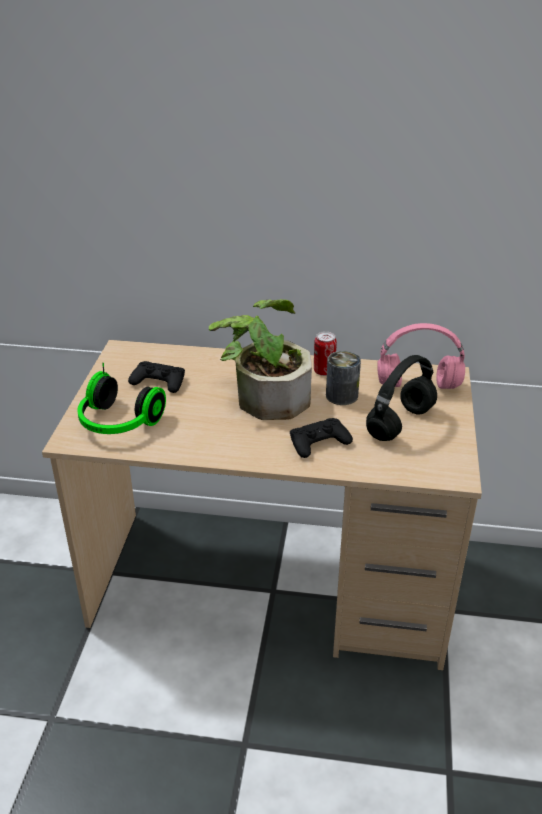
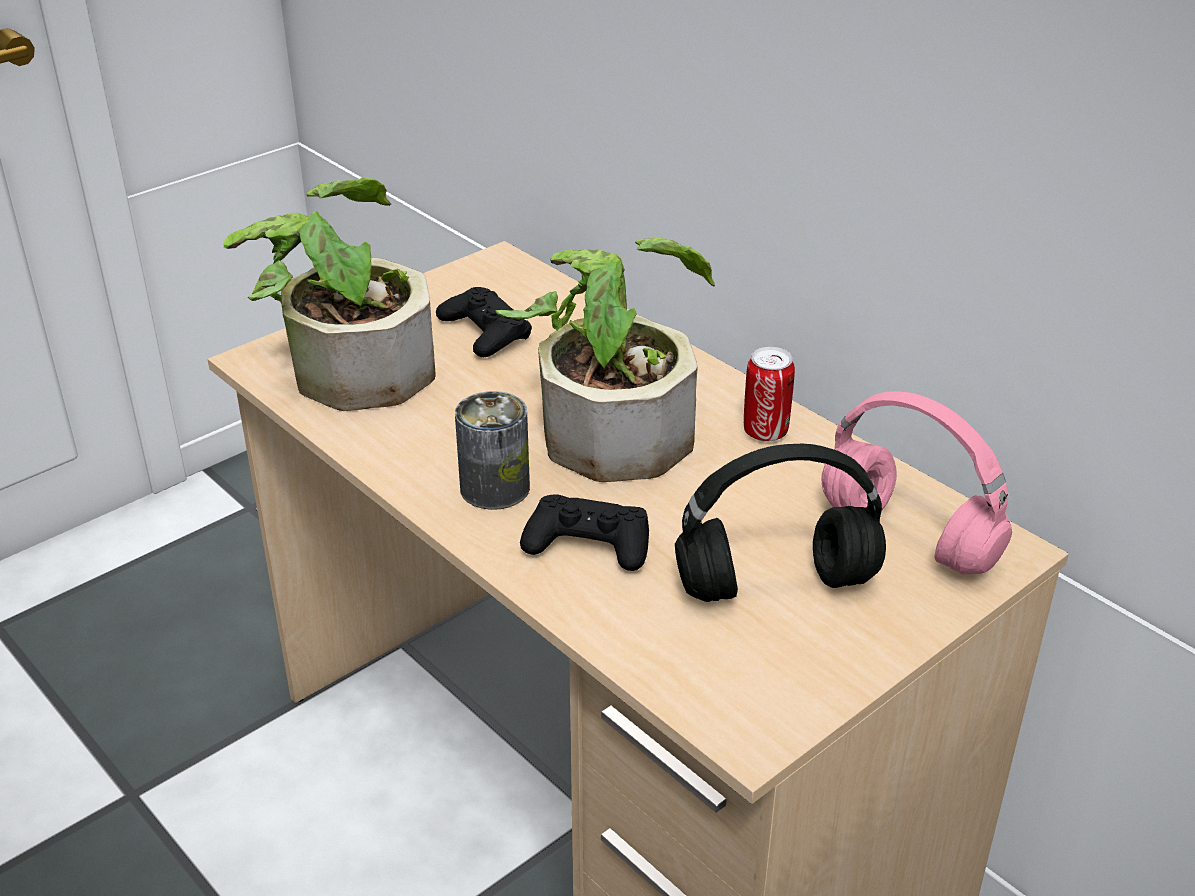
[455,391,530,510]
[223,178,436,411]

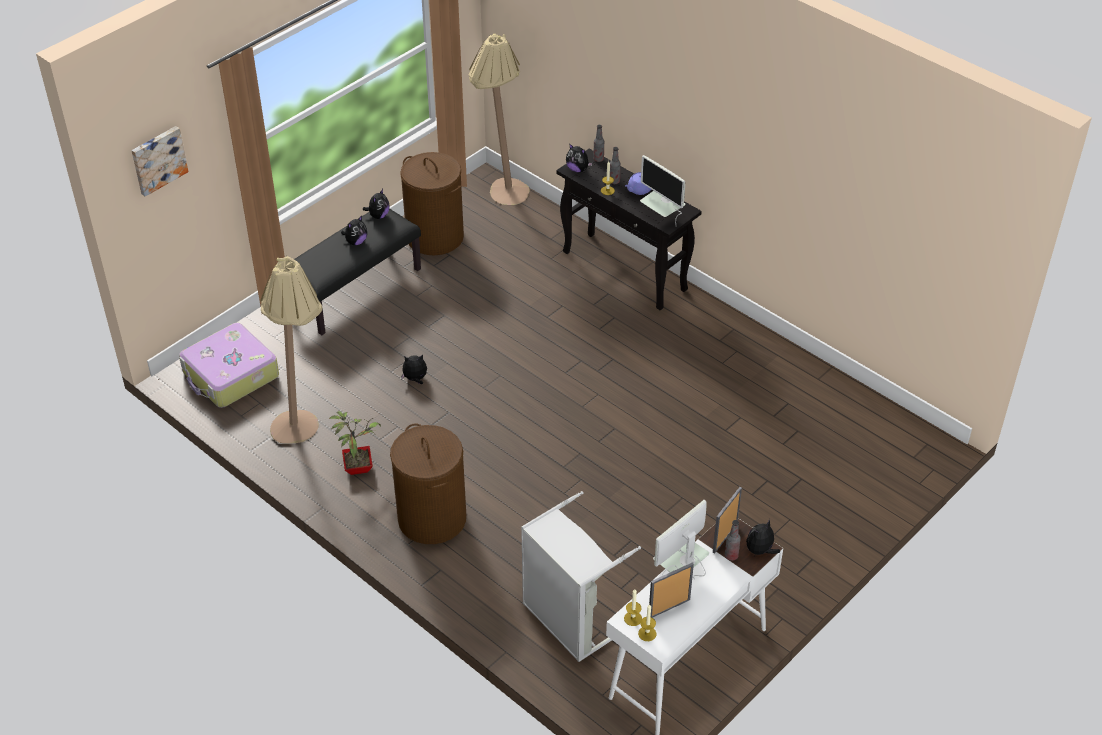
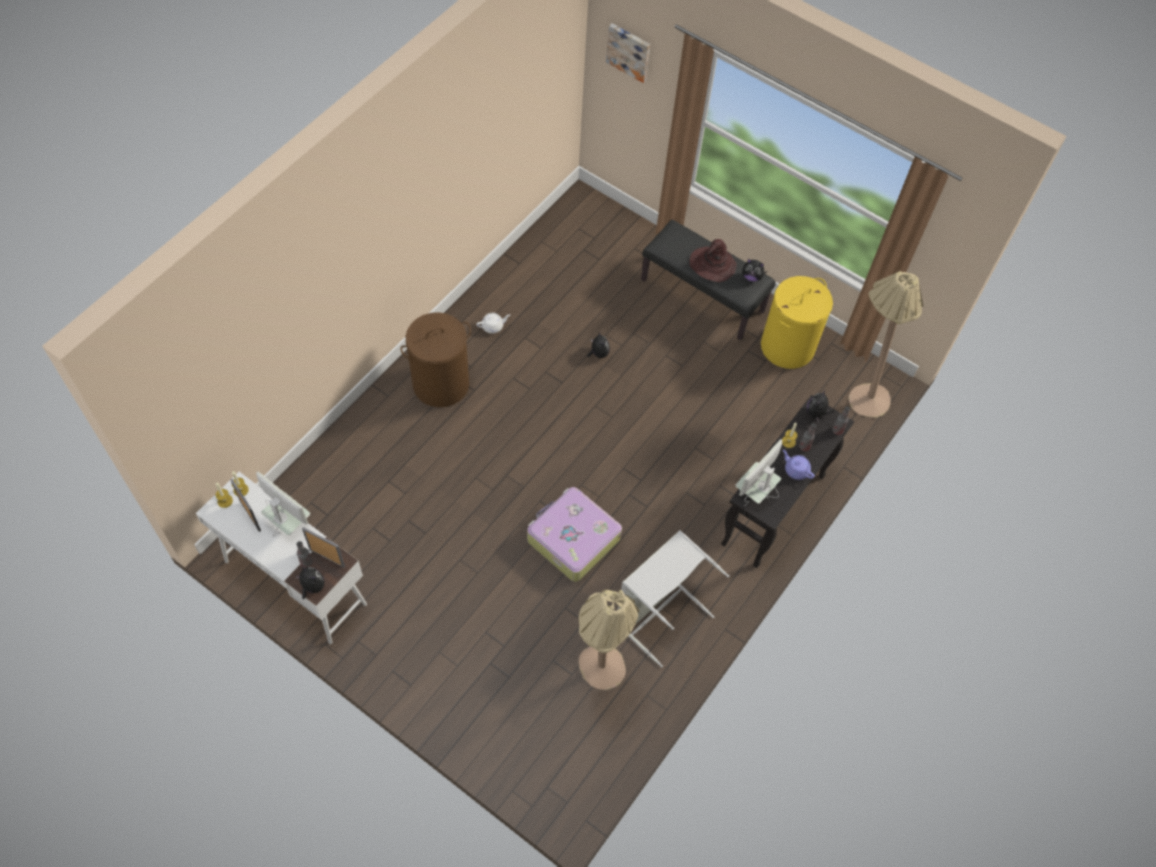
[527,487,622,582]
[579,589,640,690]
[617,530,729,667]
[476,313,510,334]
[690,239,737,282]
[761,276,833,369]

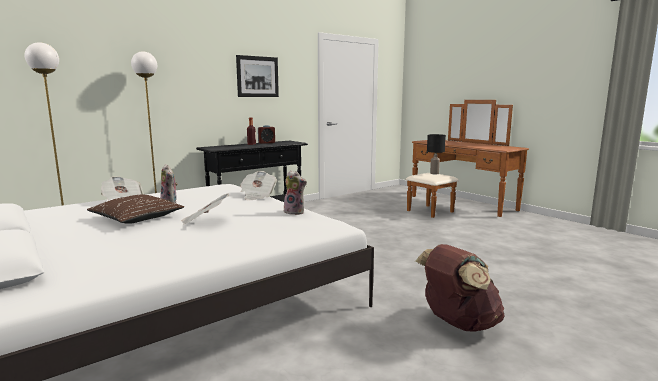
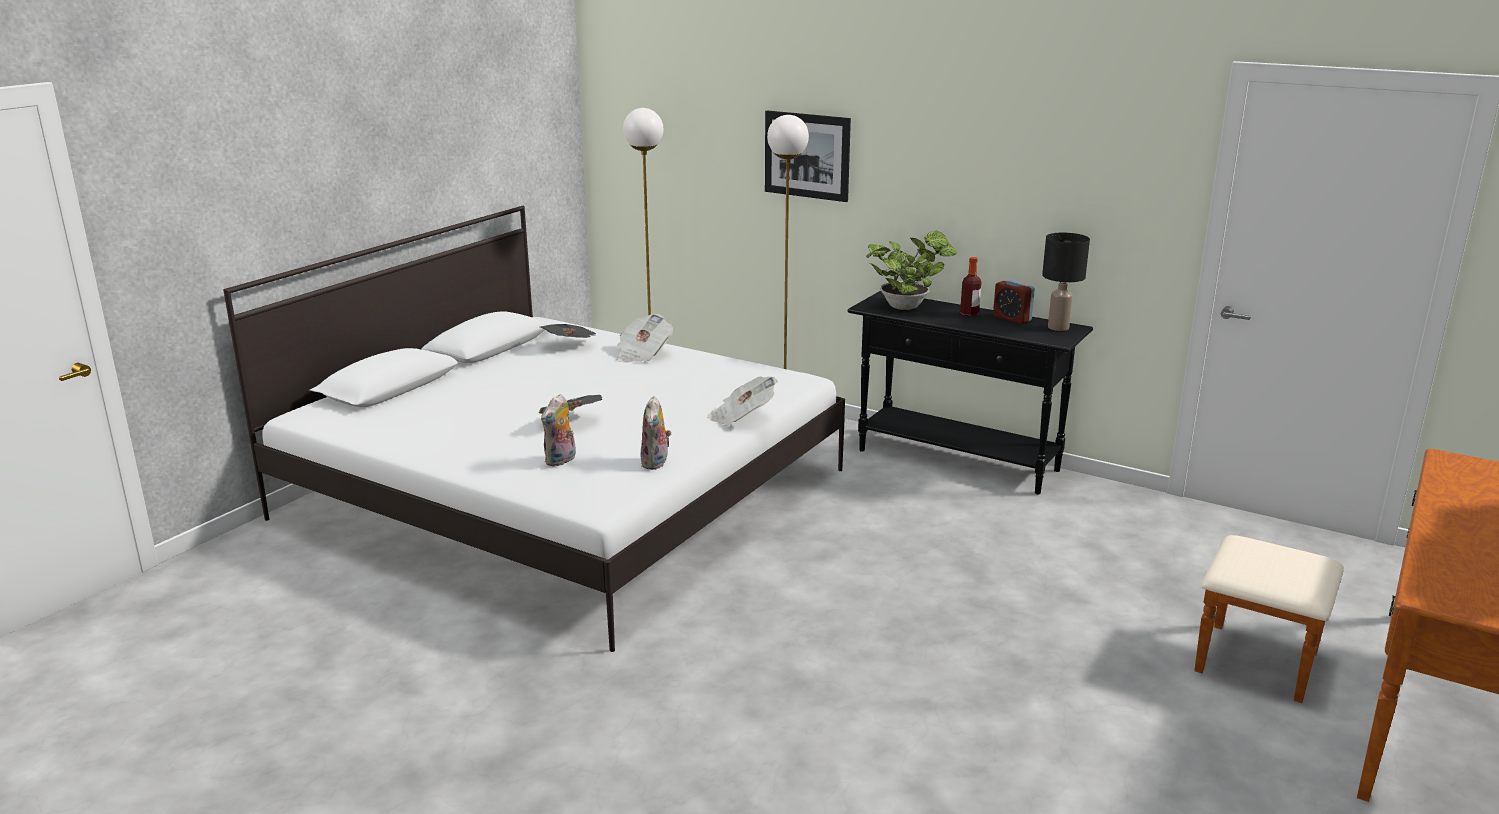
[87,195,184,224] (first image)
[415,244,505,332] (first image)
[540,324,596,338]
[866,231,957,310]
[541,394,576,466]
[765,110,851,202]
[1042,233,1090,331]

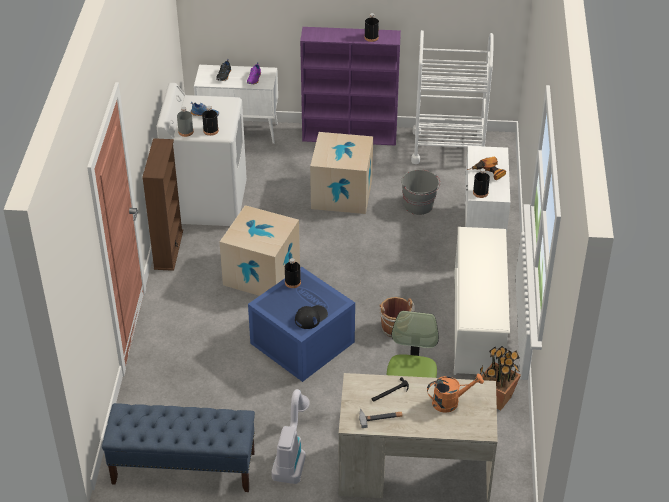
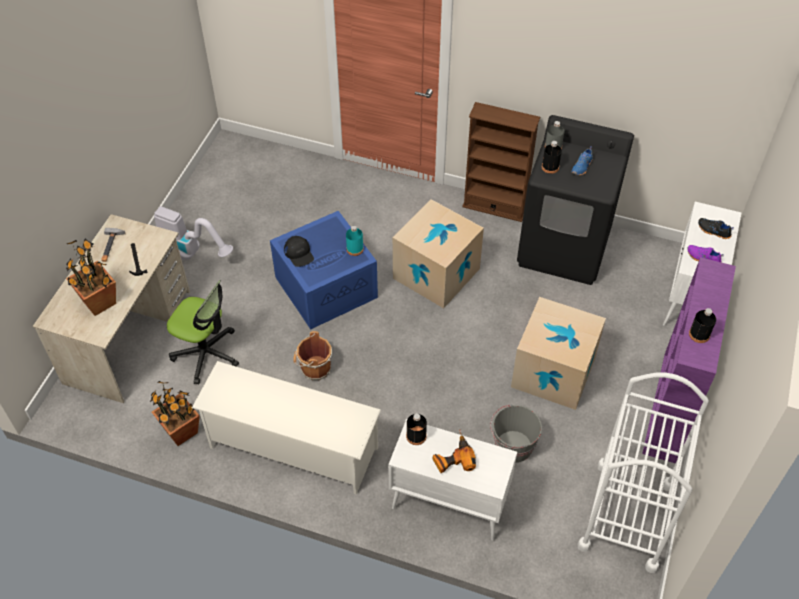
[102,403,255,492] (first image)
[66,239,116,316]
[517,115,634,285]
[346,225,364,256]

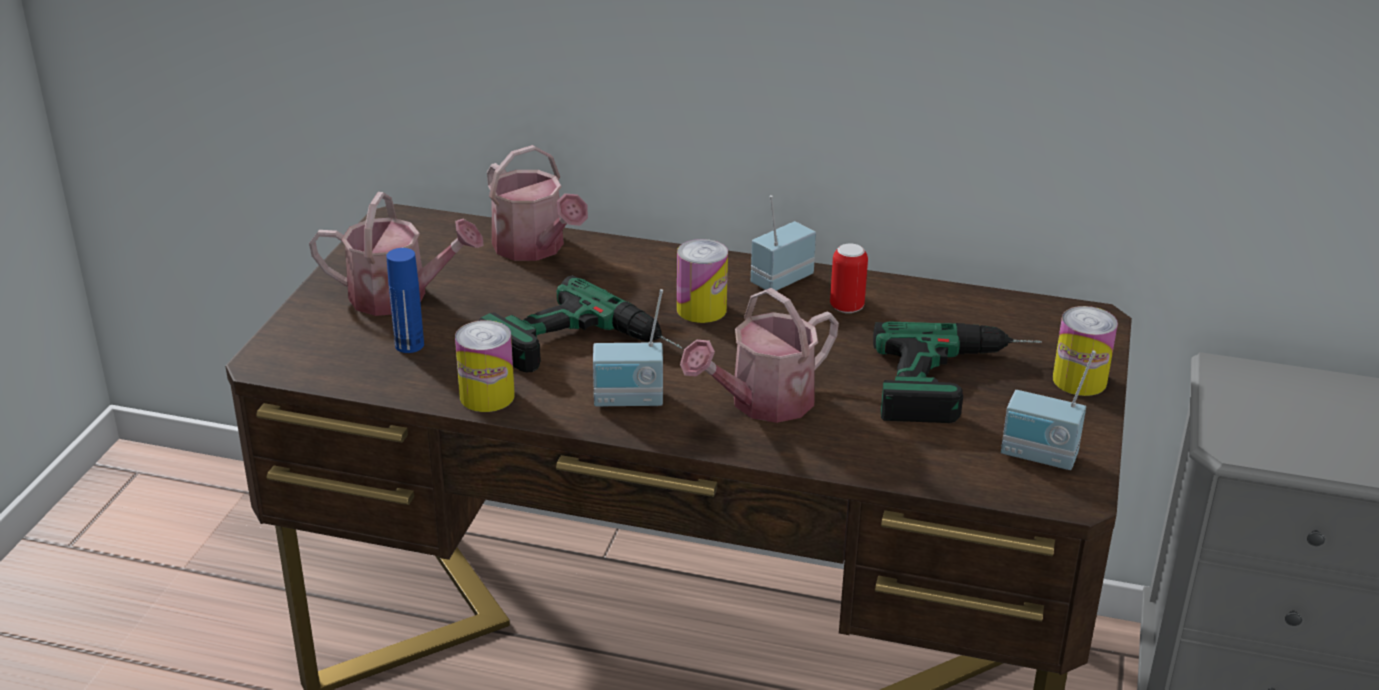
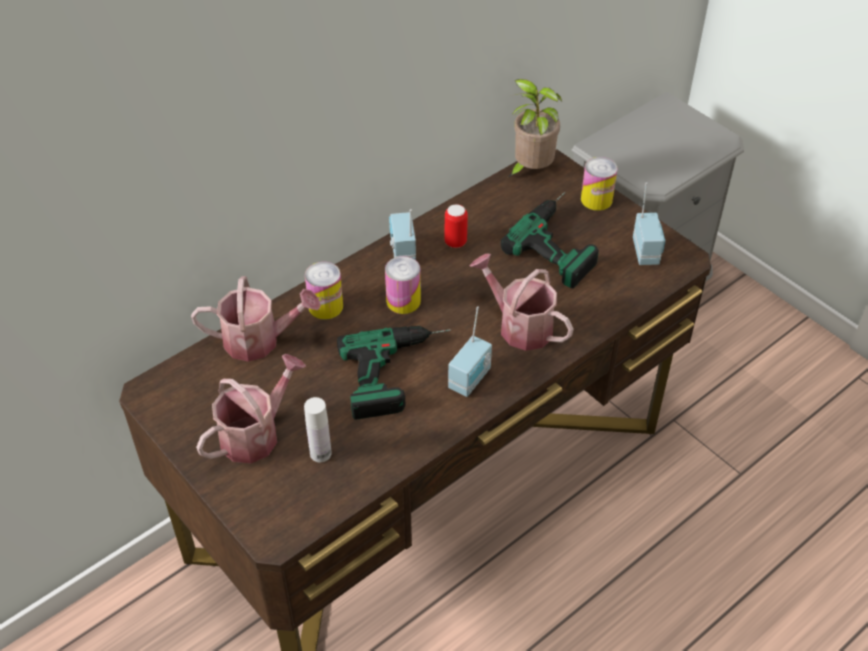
[507,79,562,178]
[305,262,343,320]
[304,397,332,462]
[469,253,574,351]
[633,182,666,265]

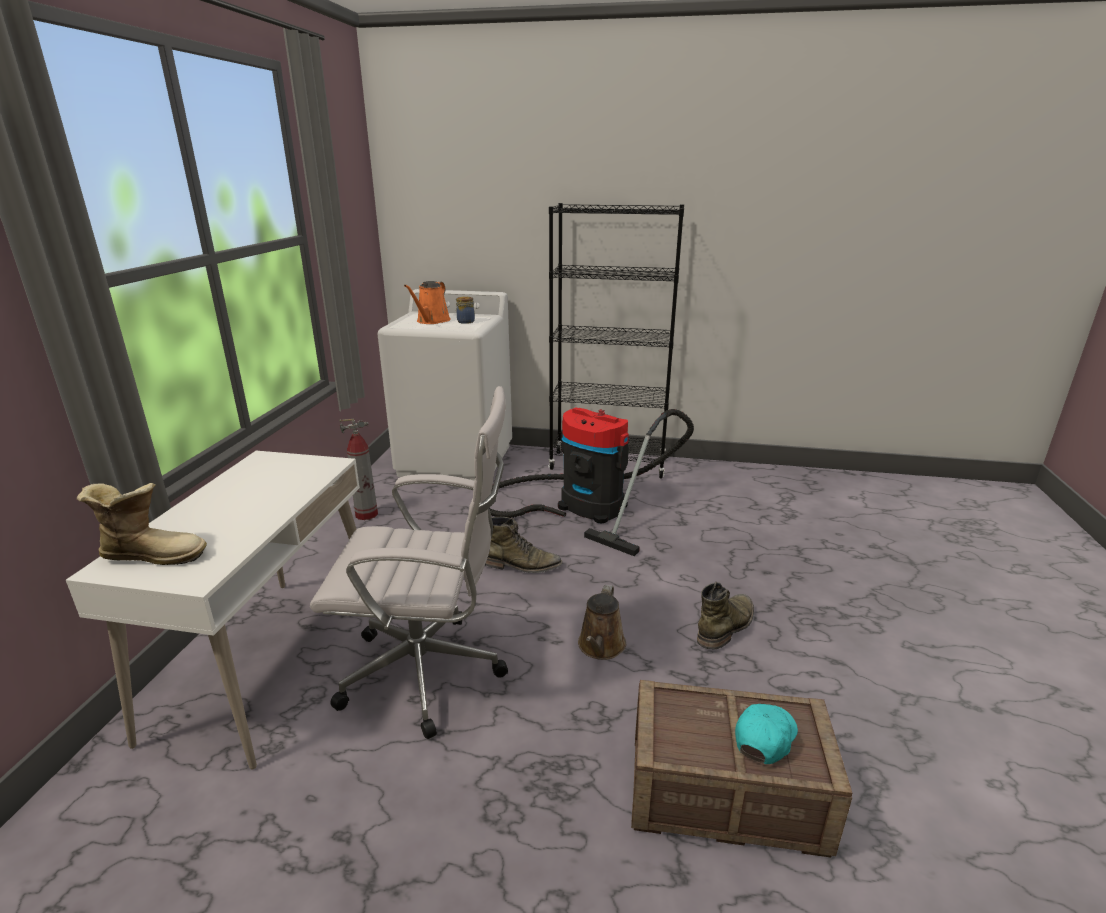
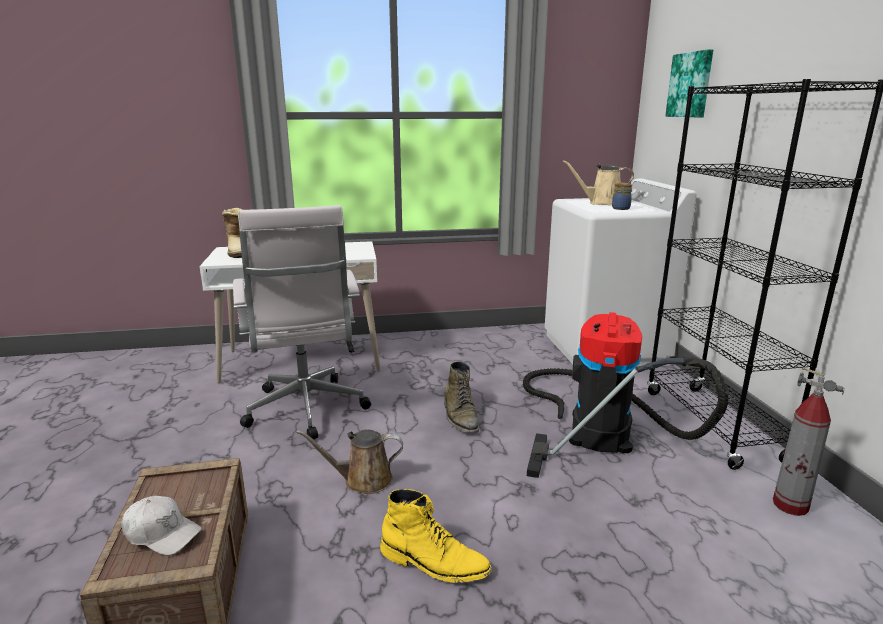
[665,49,713,117]
[773,367,845,516]
[563,160,634,205]
[380,489,492,583]
[121,496,202,556]

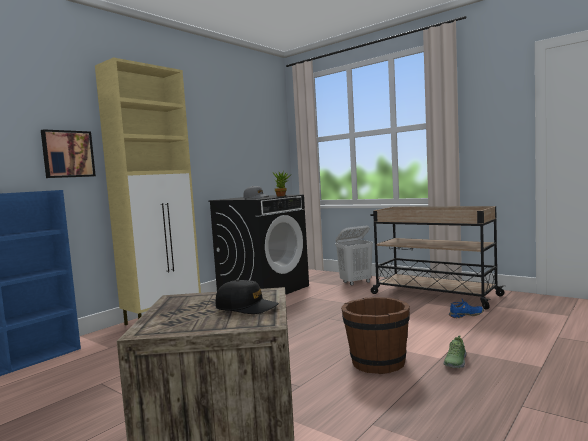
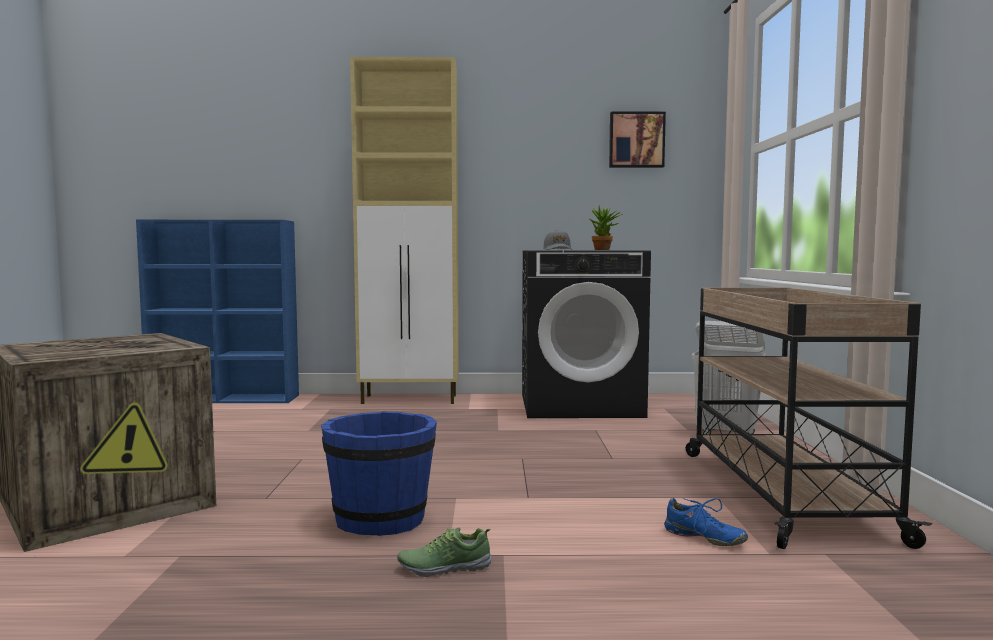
[216,280,279,314] (first image)
[609,112,666,168]
[321,411,437,536]

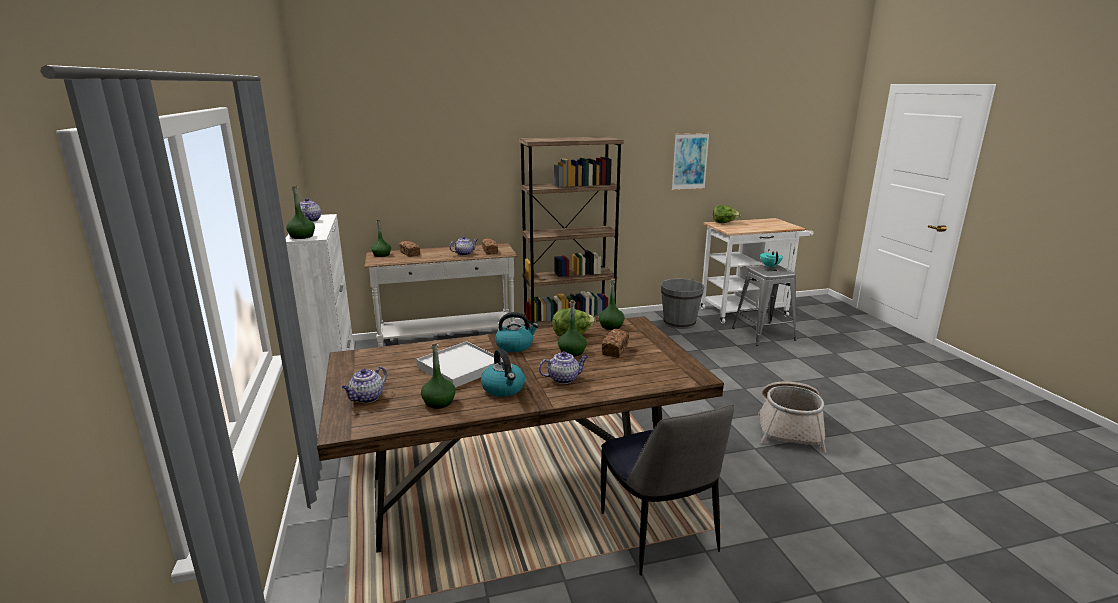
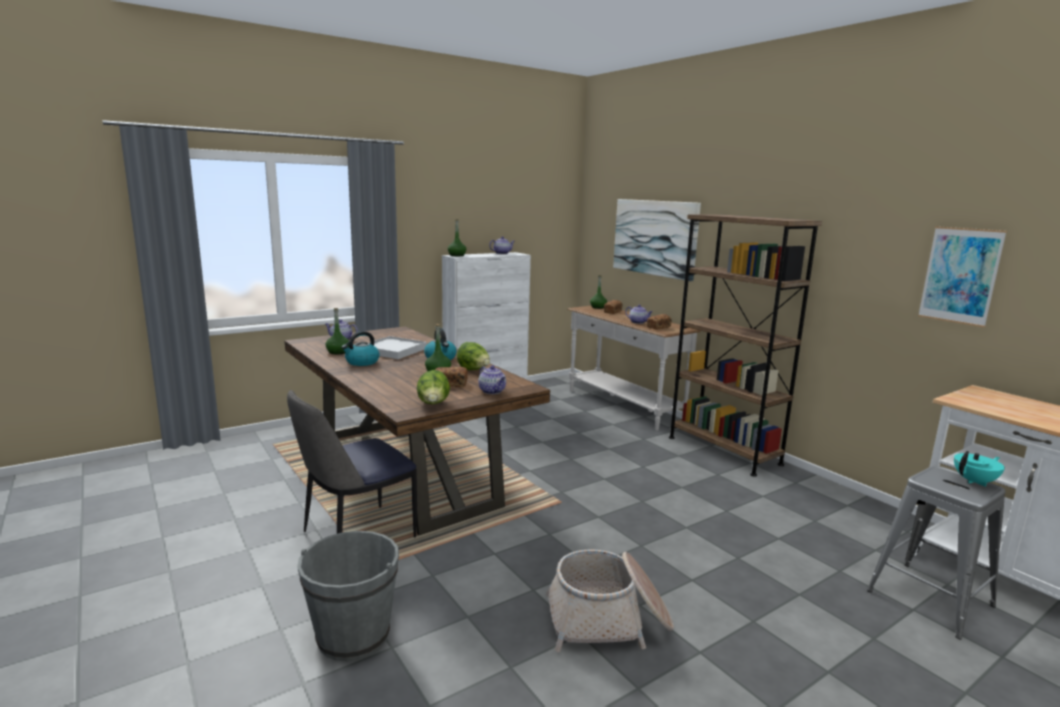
[599,278,625,330] (first image)
[613,199,701,281]
[478,365,506,394]
[297,531,399,661]
[417,370,450,404]

